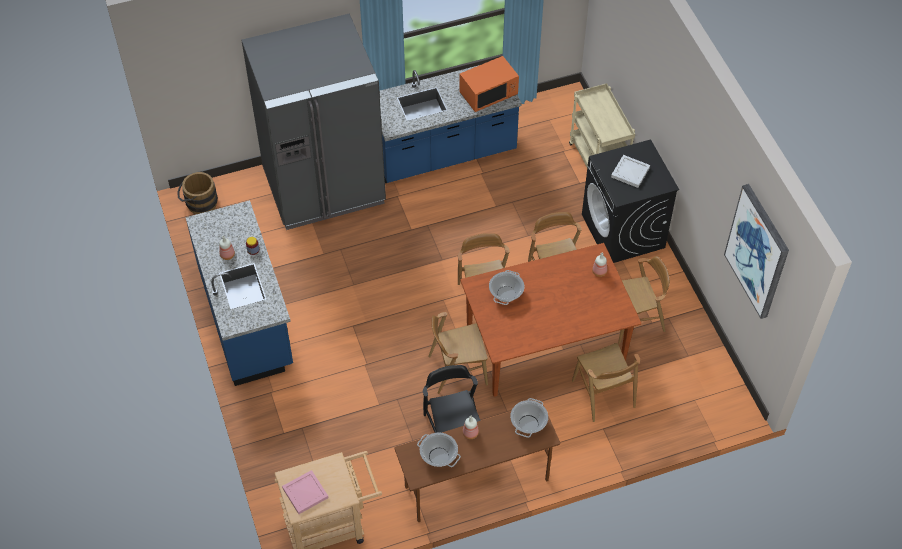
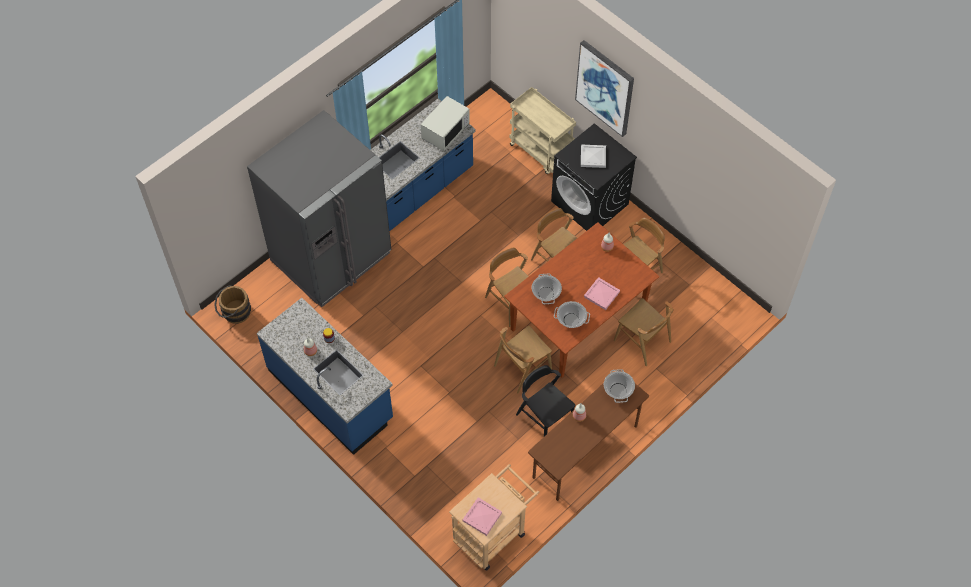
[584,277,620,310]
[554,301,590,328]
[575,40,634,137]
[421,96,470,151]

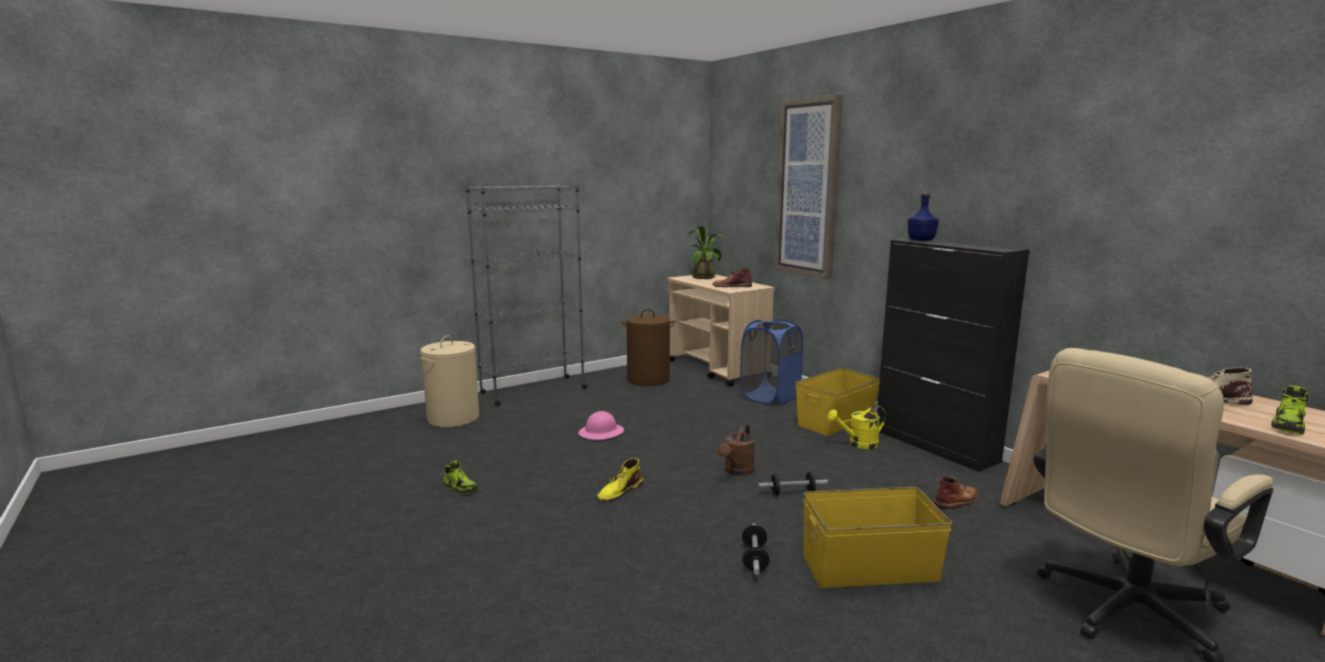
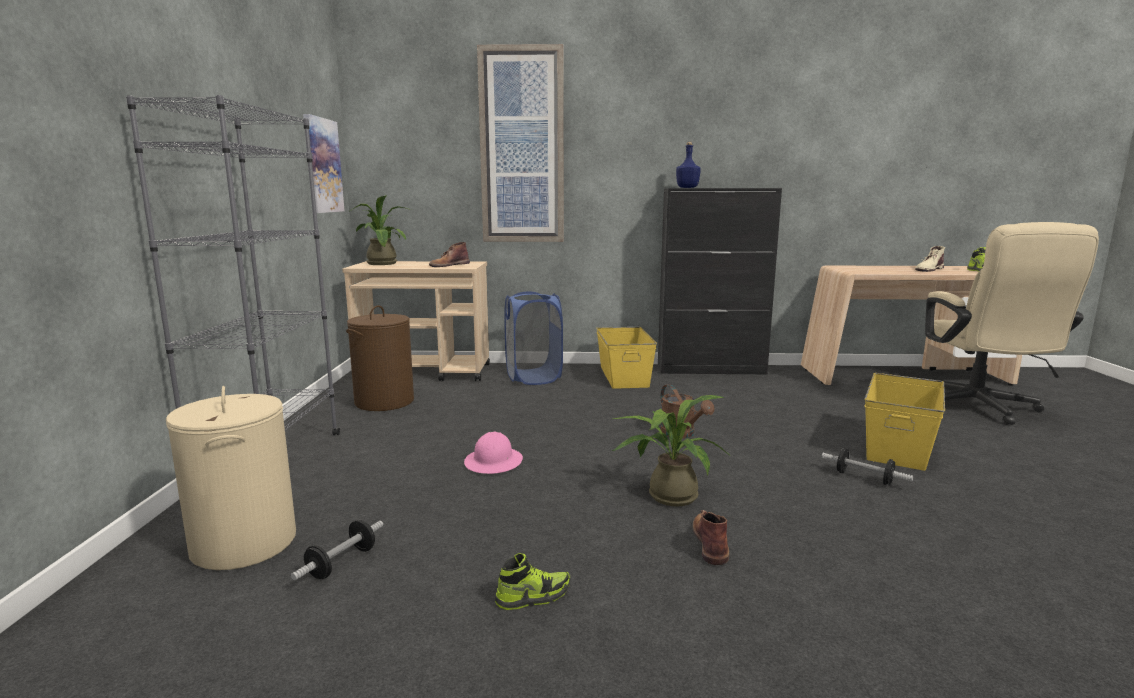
[827,406,886,449] (first image)
[303,114,344,213]
[291,520,383,581]
[693,510,729,565]
[612,395,731,506]

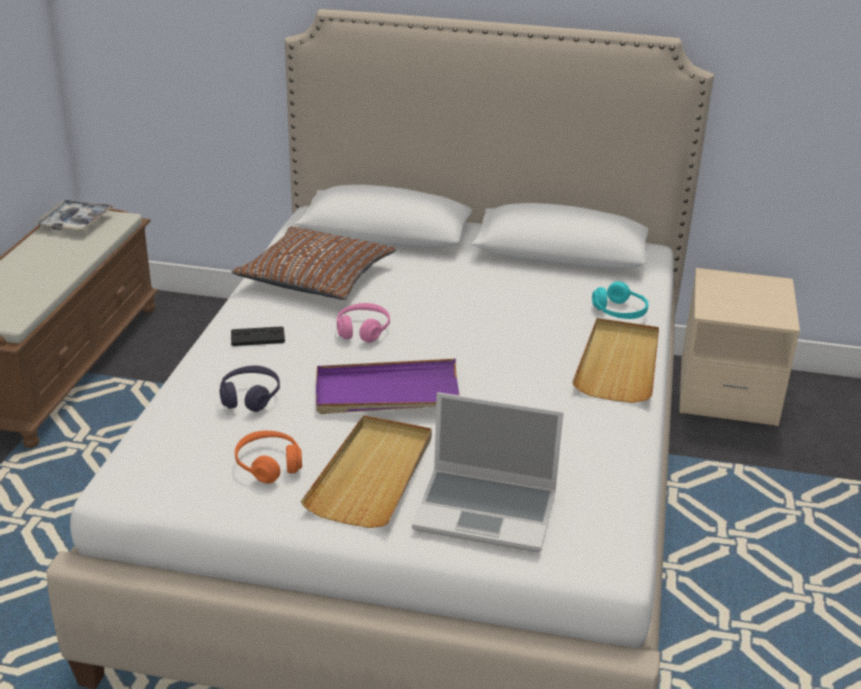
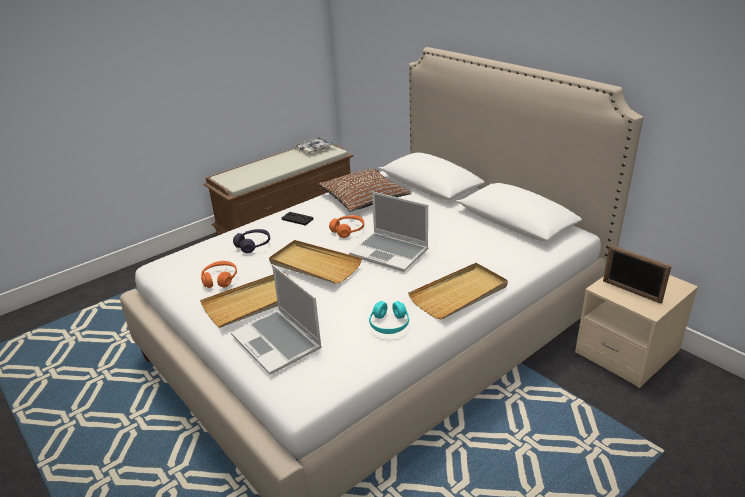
[349,192,428,272]
[603,245,672,304]
[369,301,409,334]
[269,240,362,284]
[329,215,364,238]

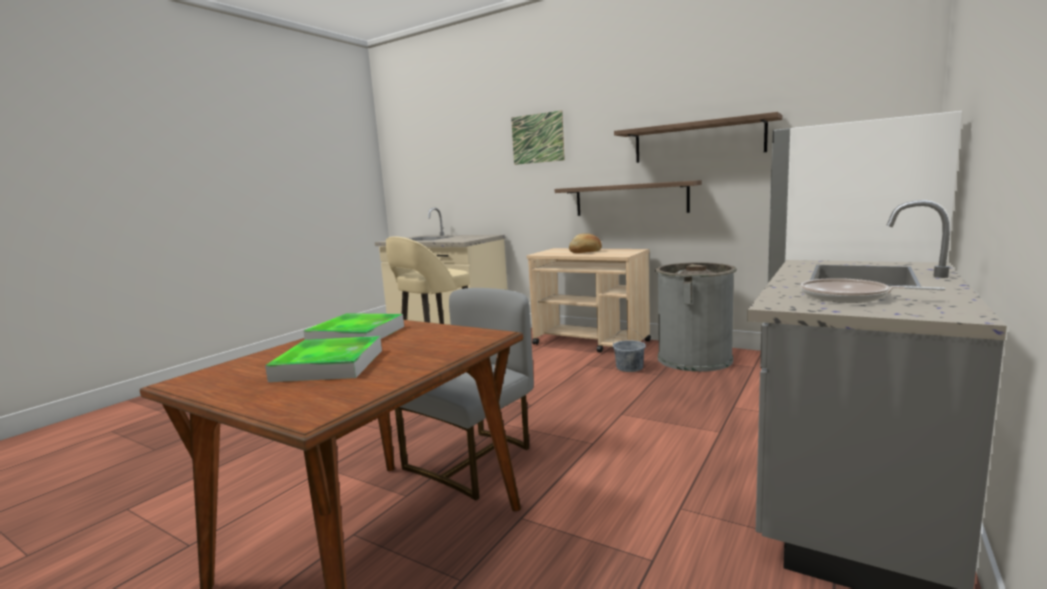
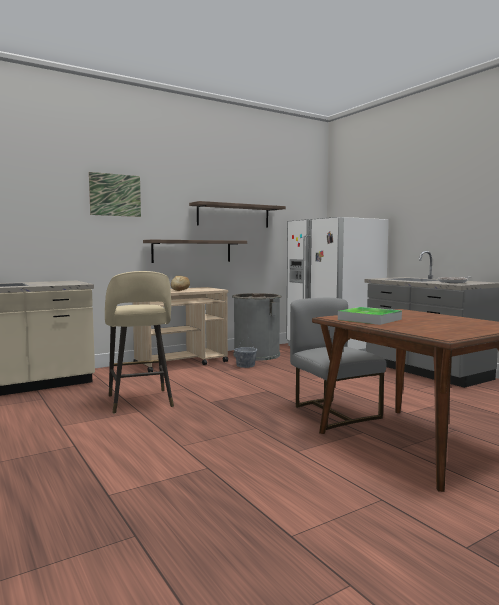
[265,336,382,382] (first image)

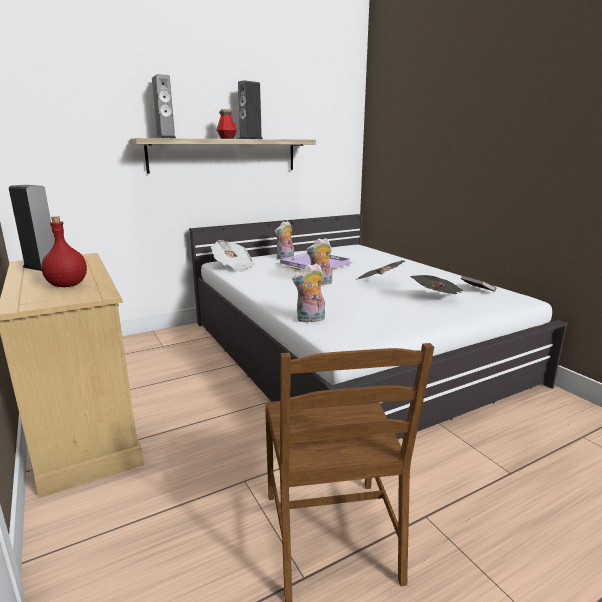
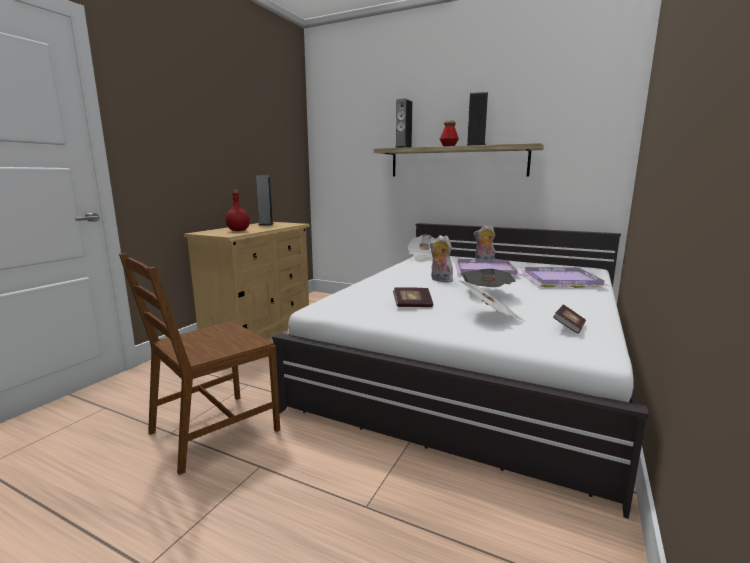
[292,263,325,323] (first image)
[393,287,433,307]
[520,267,609,288]

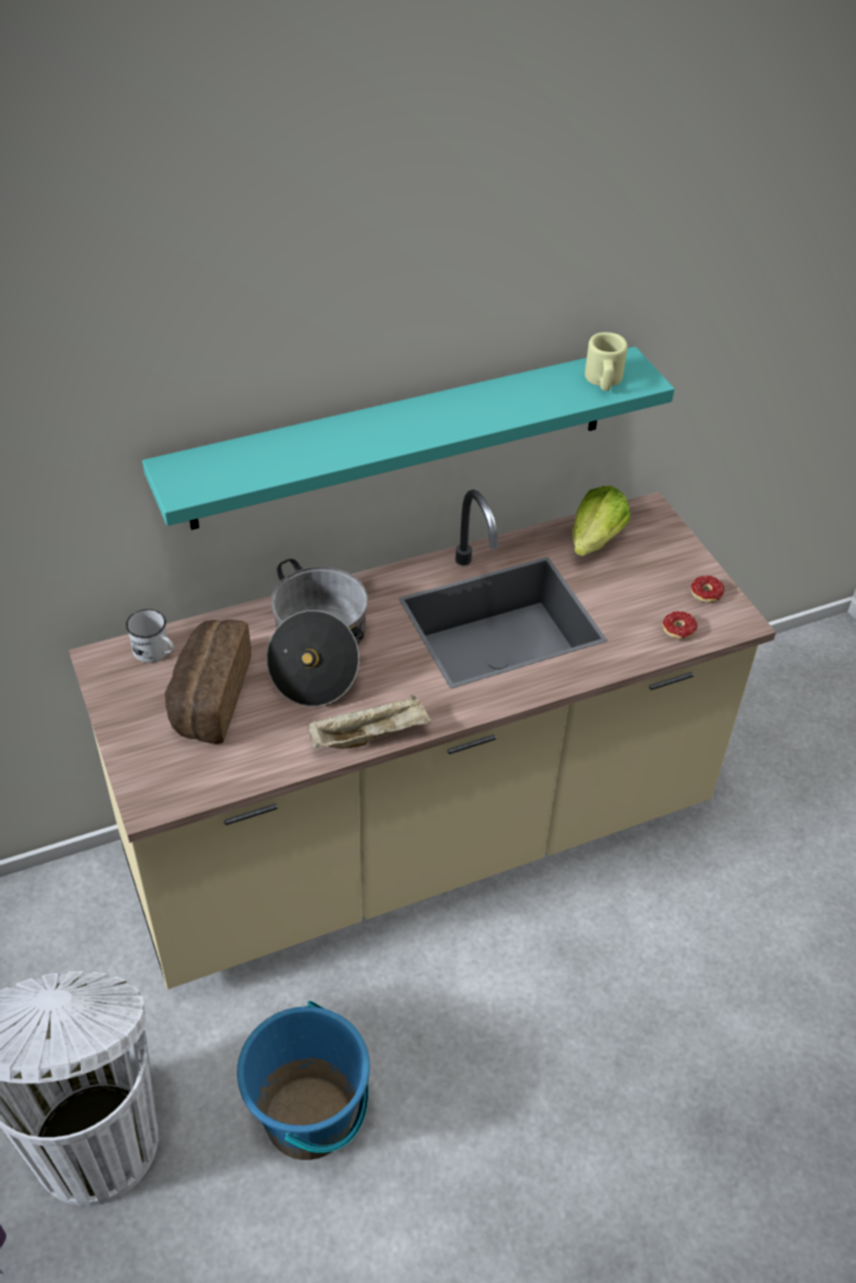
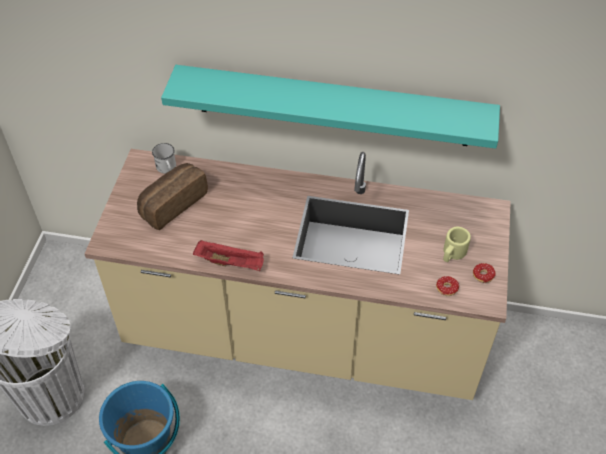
[267,559,368,707] (first image)
[572,486,630,556] (first image)
[443,227,471,262]
[193,240,264,271]

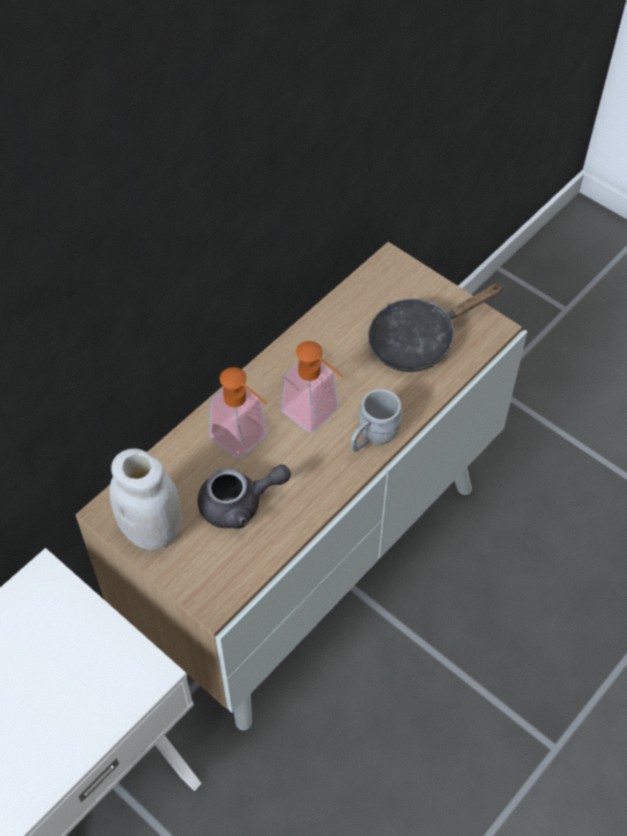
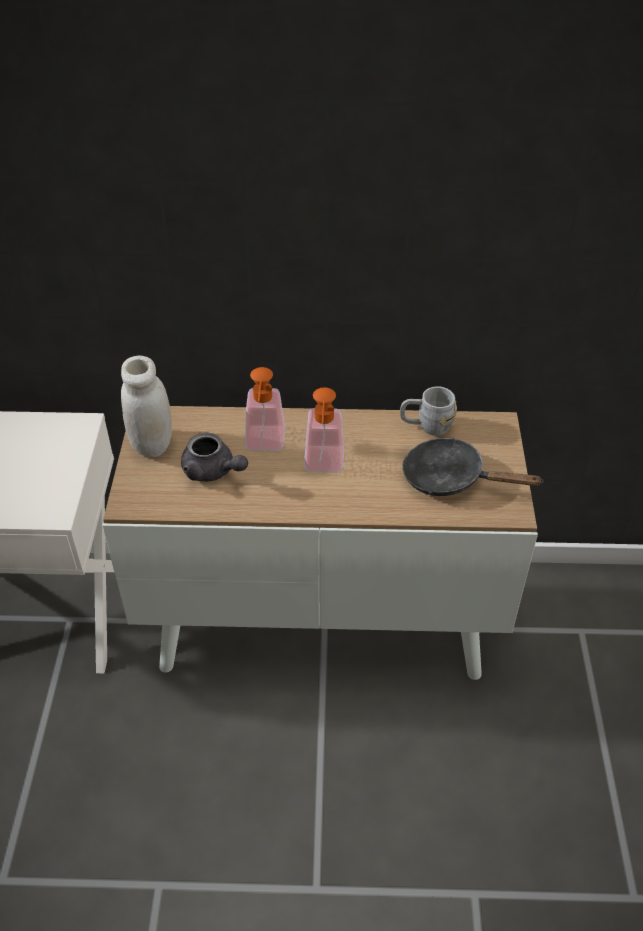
[400,386,457,436]

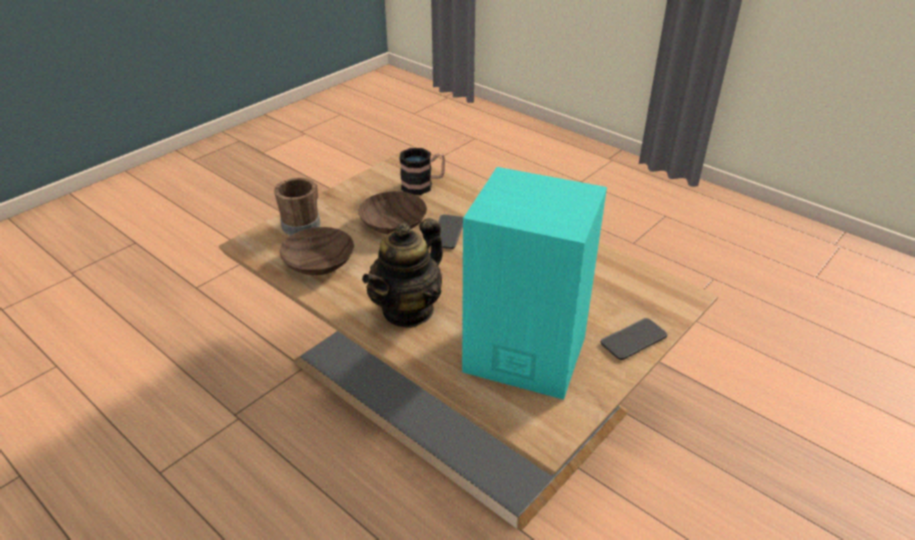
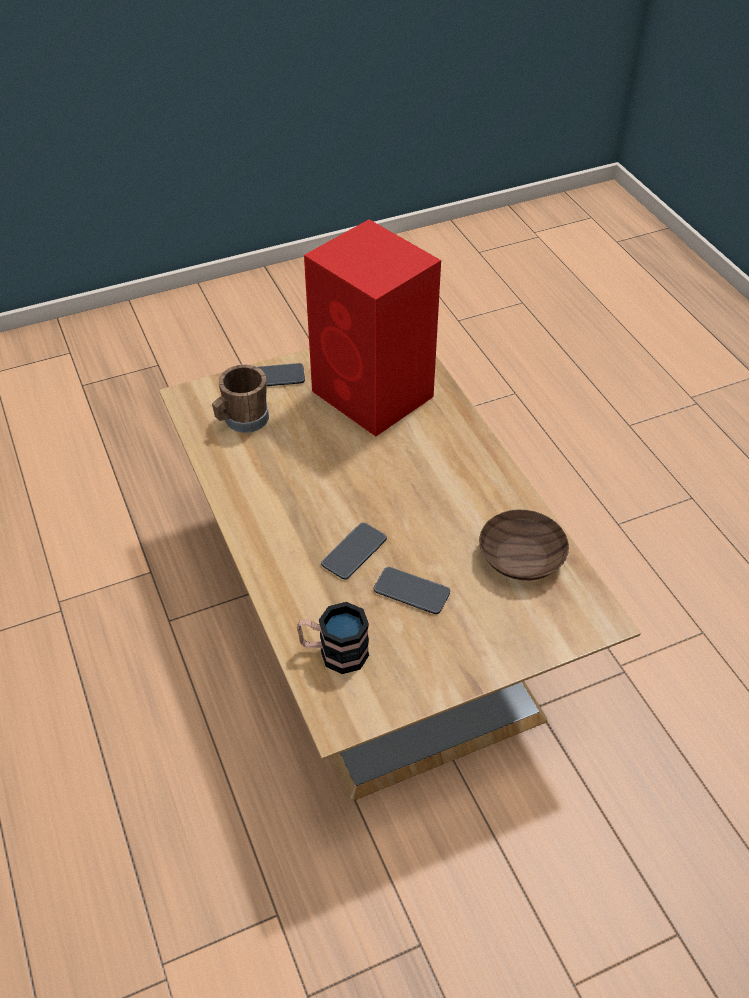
[362,218,443,328] (first image)
[212,365,269,433]
[374,567,450,614]
[304,219,441,437]

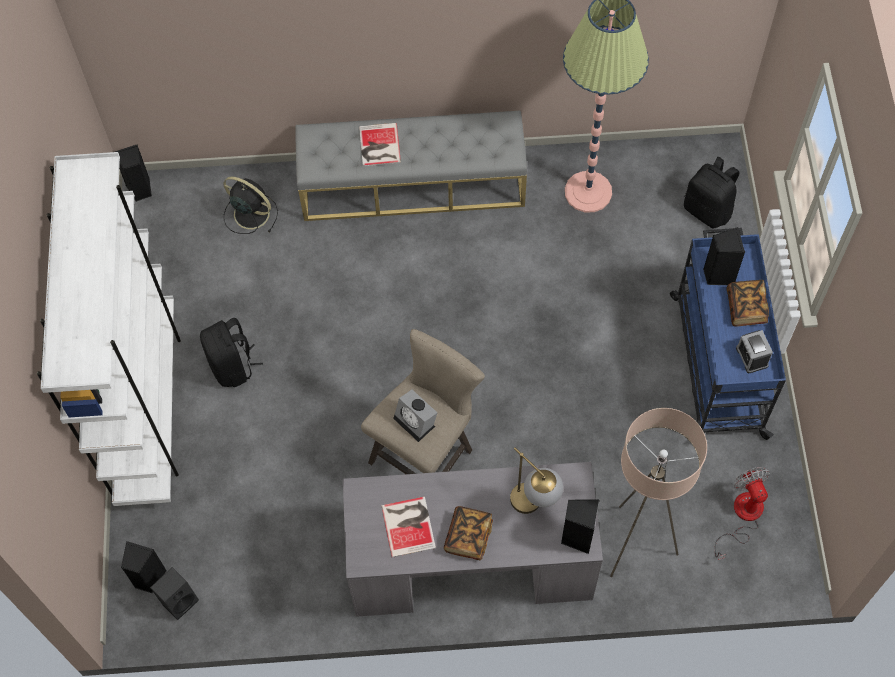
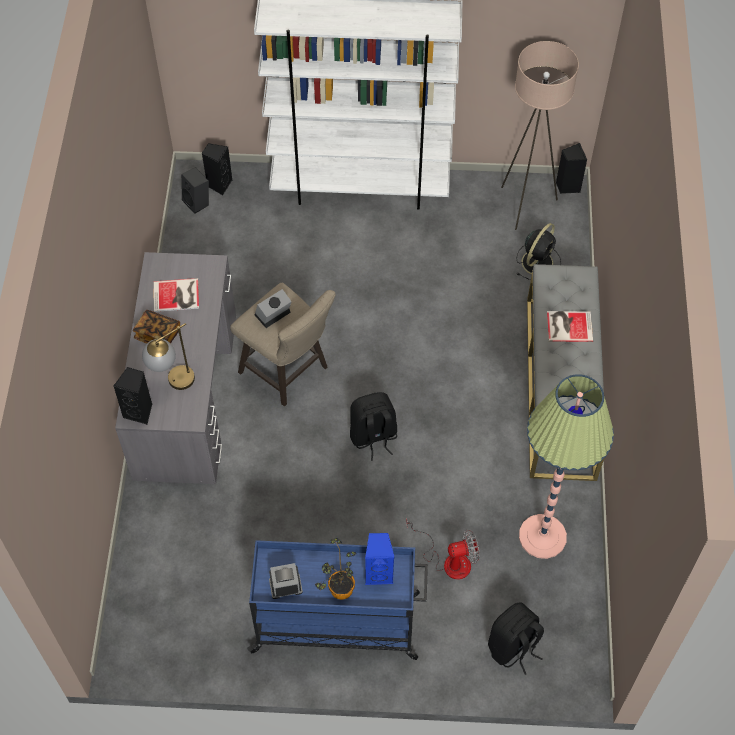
[350,392,397,461]
[501,41,579,230]
[406,518,480,580]
[315,538,356,600]
[365,533,394,585]

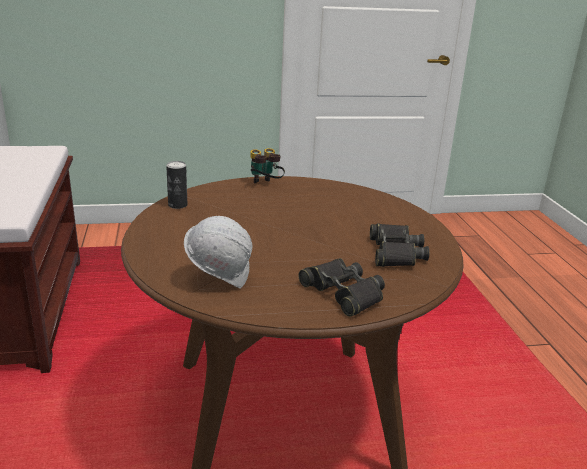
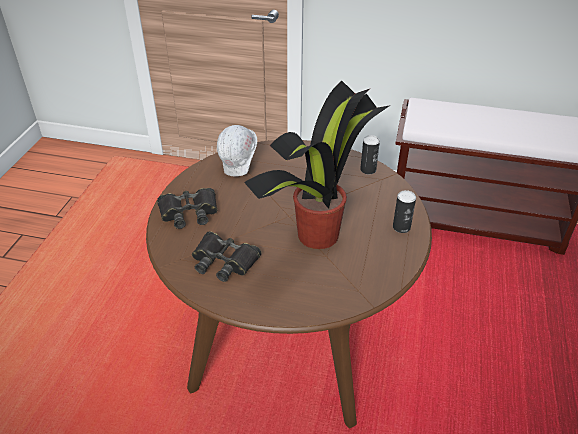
[244,81,391,249]
[393,190,416,233]

